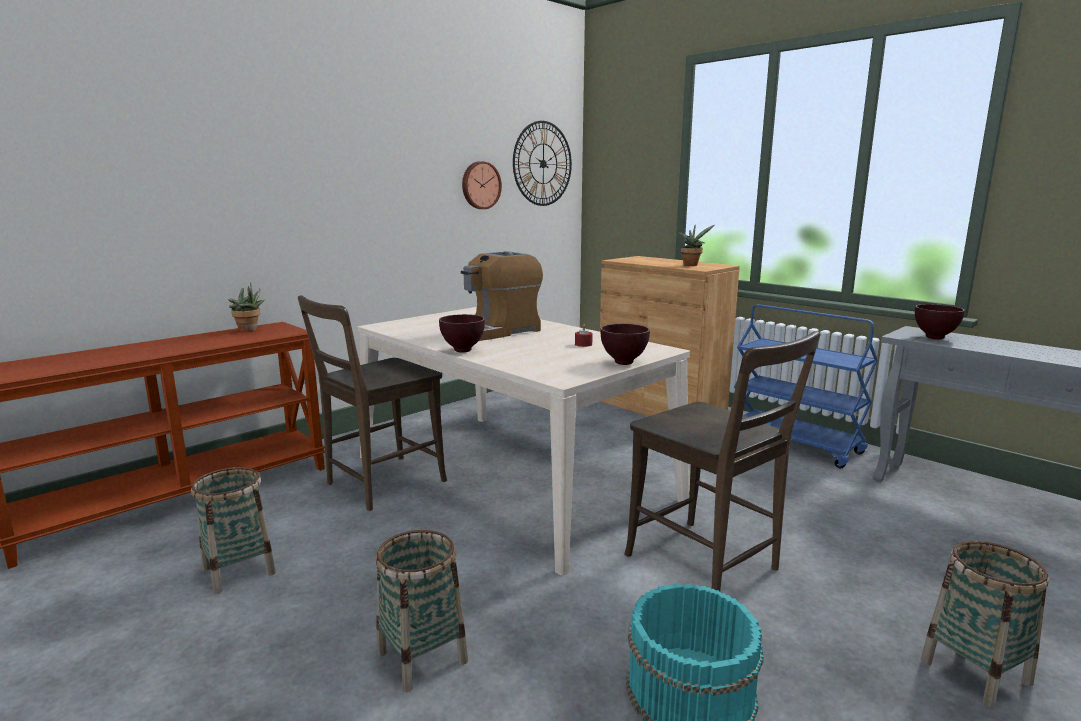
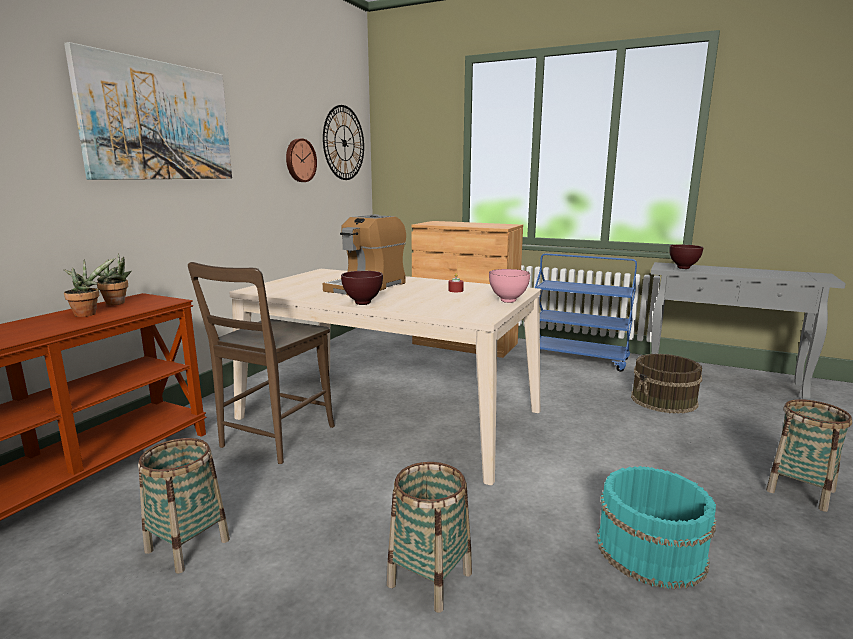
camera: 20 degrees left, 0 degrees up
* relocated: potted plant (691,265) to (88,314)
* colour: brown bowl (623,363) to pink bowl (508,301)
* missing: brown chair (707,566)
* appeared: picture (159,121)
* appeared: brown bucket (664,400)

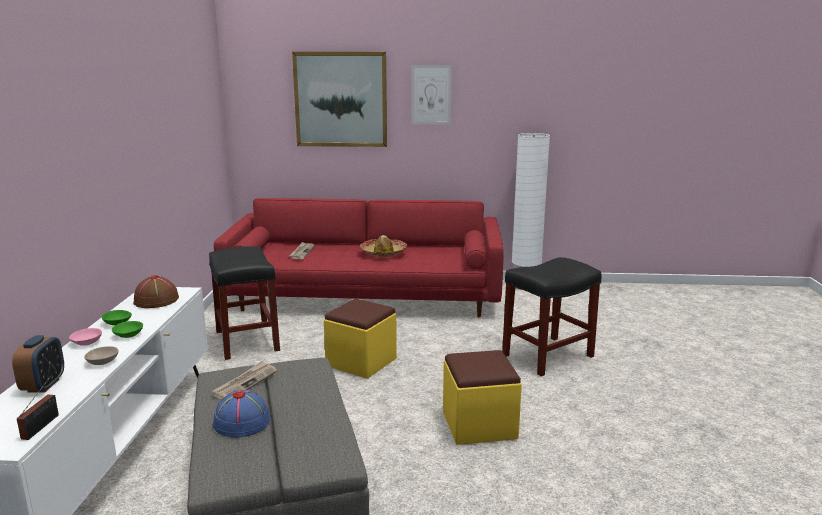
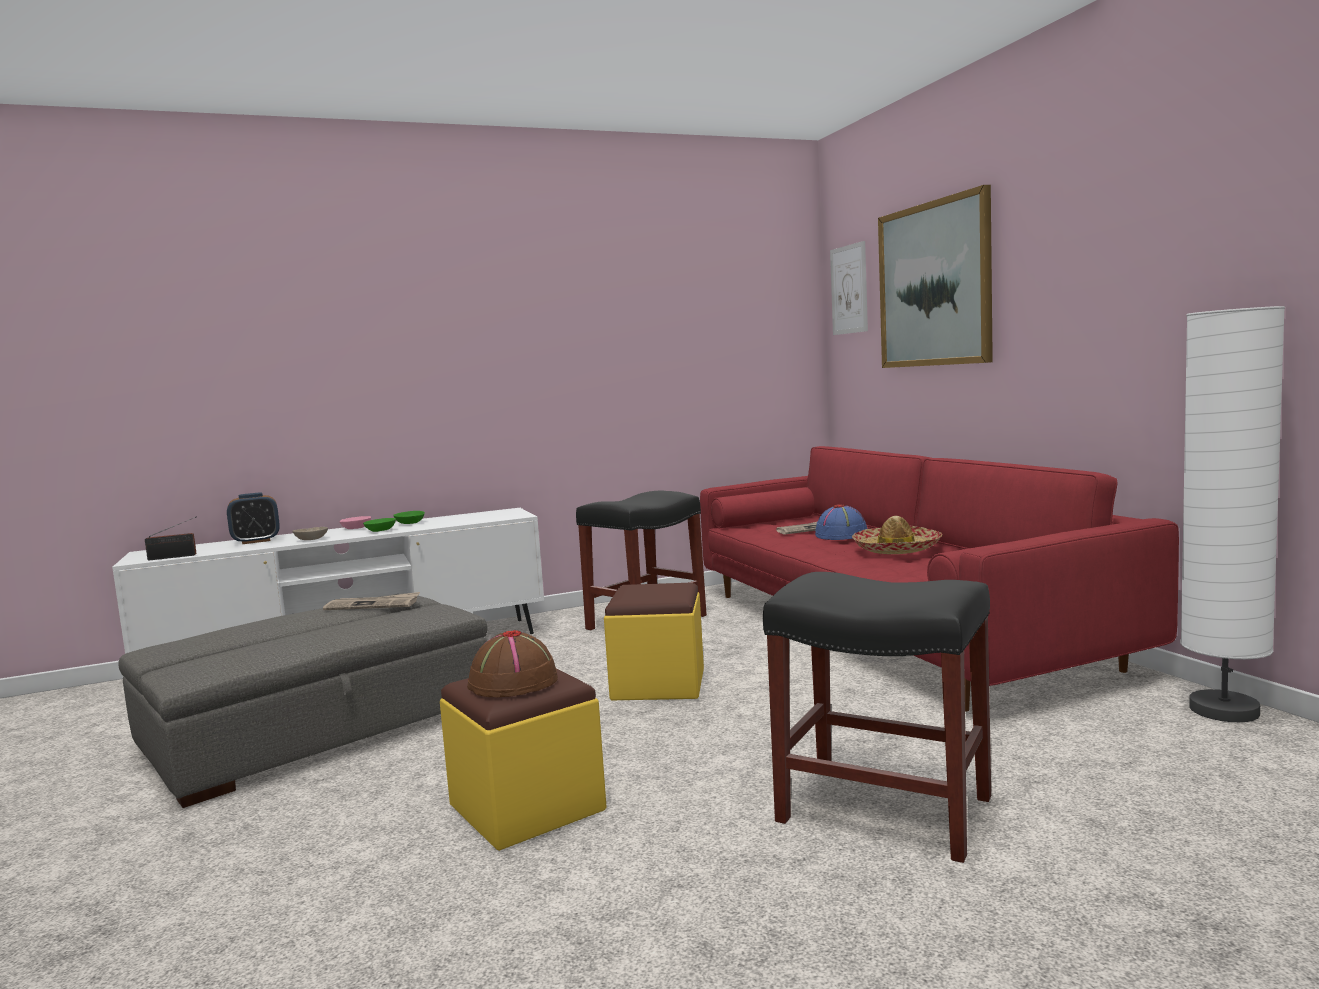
camera: 65 degrees right, 10 degrees down
* relocated: picture (431,95) to (849,289)
* relocated: brown hat (156,301) to (512,683)
* relocated: blue hat (242,421) to (842,535)

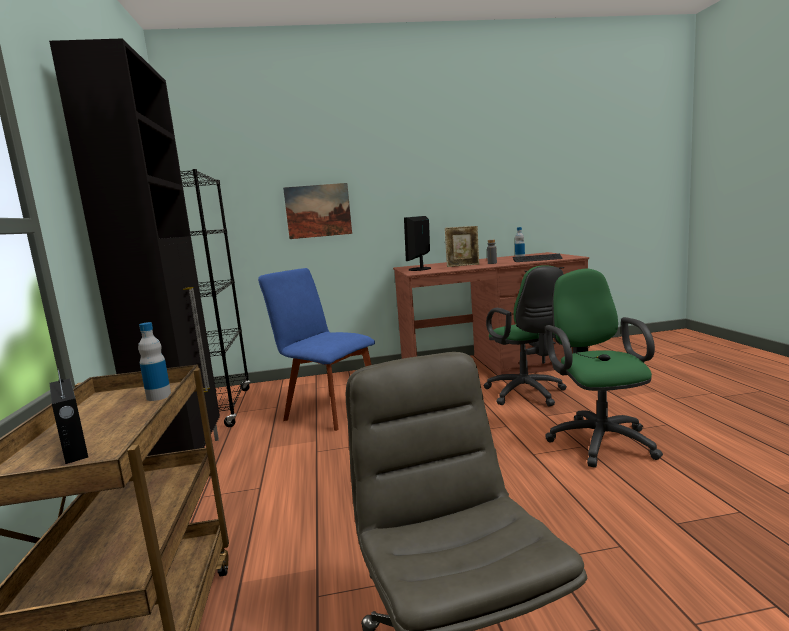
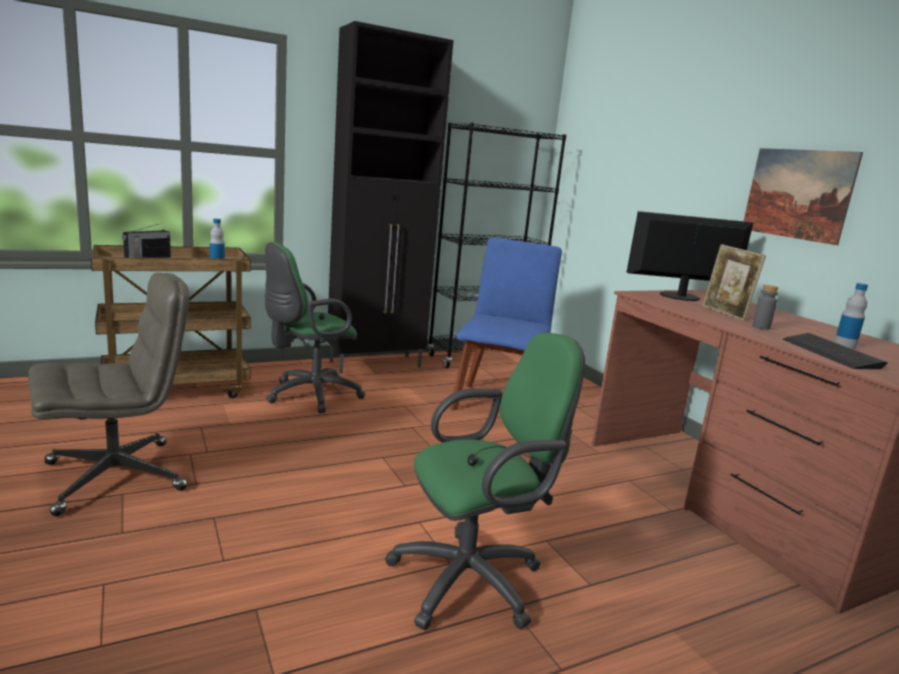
camera: 70 degrees right, 5 degrees up
* relocated: picture (318,211) to (797,194)
* relocated: green office chair (527,394) to (309,395)

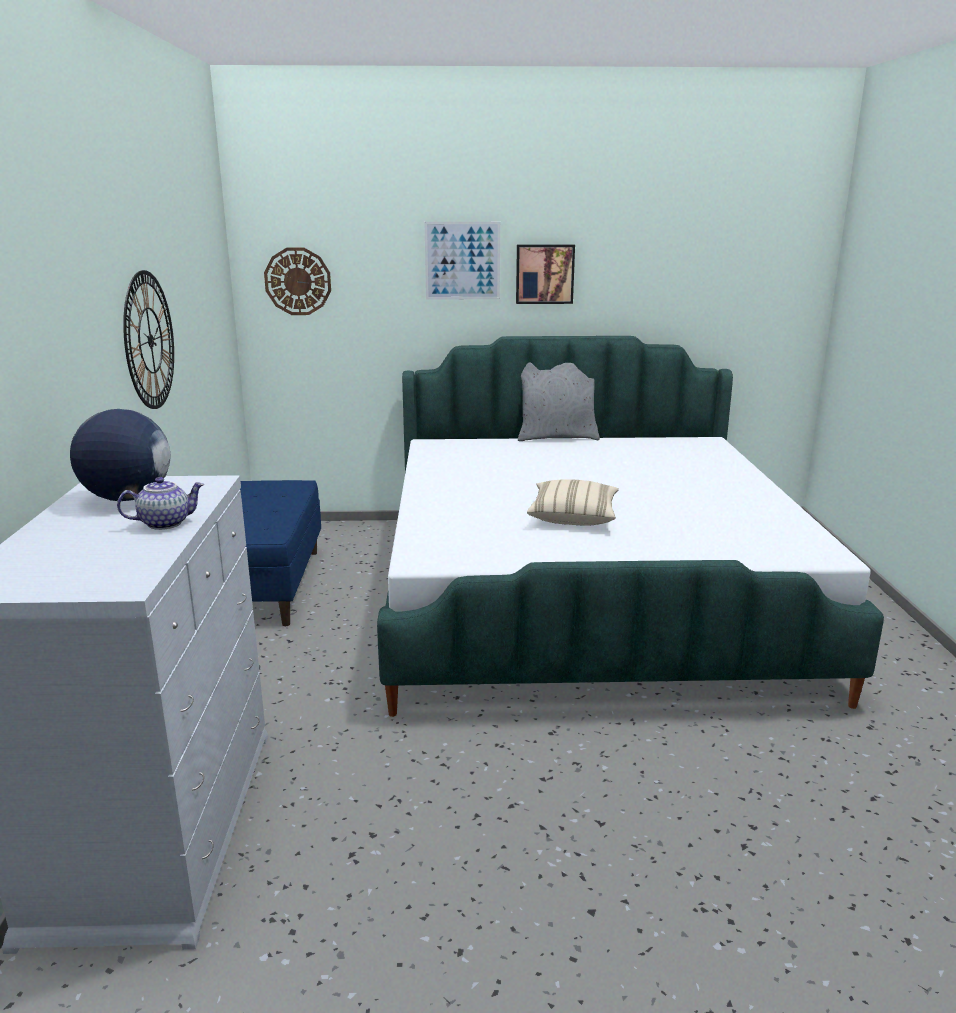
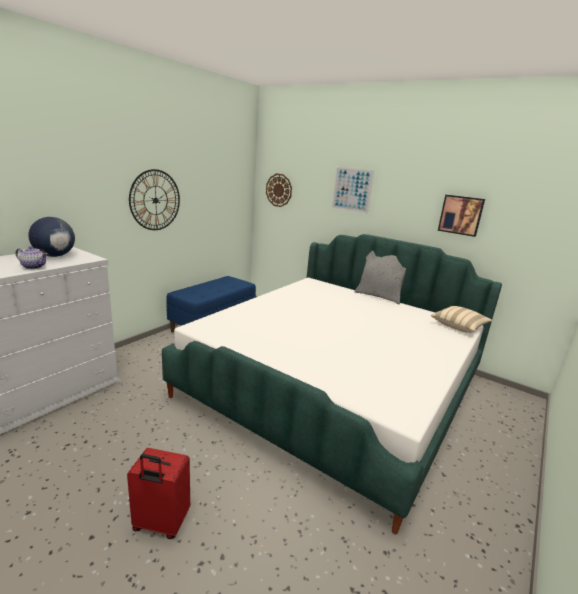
camera: 35 degrees right, 0 degrees up
* relocated: picture (544,274) to (461,215)
* relocated: beige pillow (573,517) to (459,326)
* appeared: red suitcase (160,524)

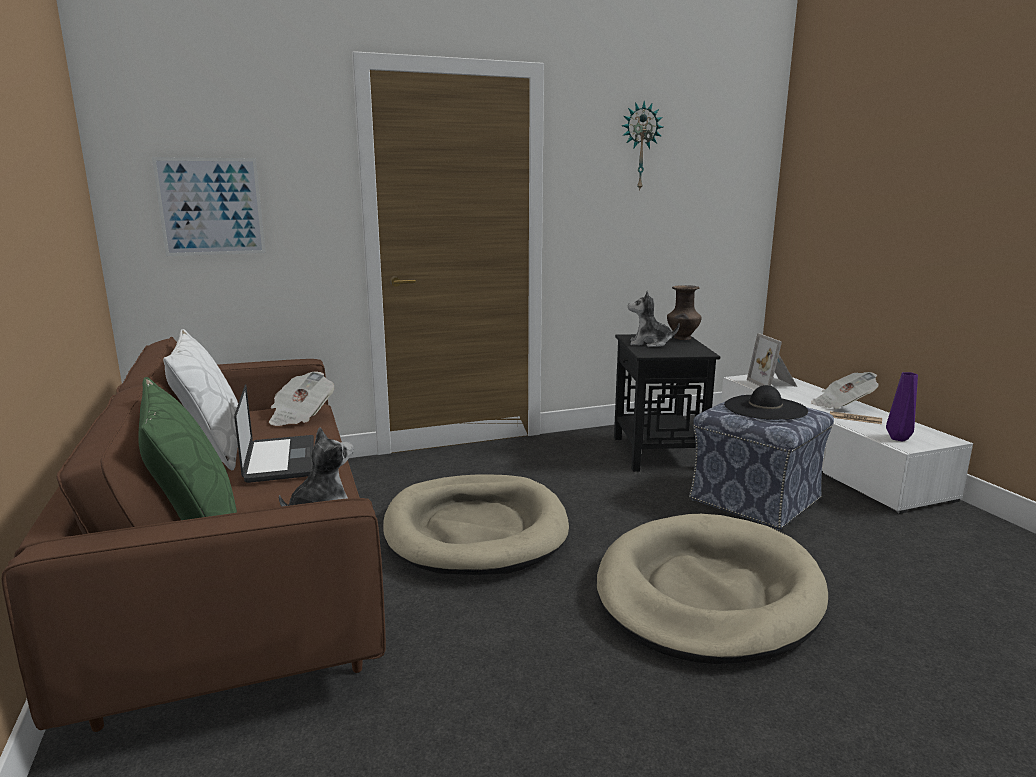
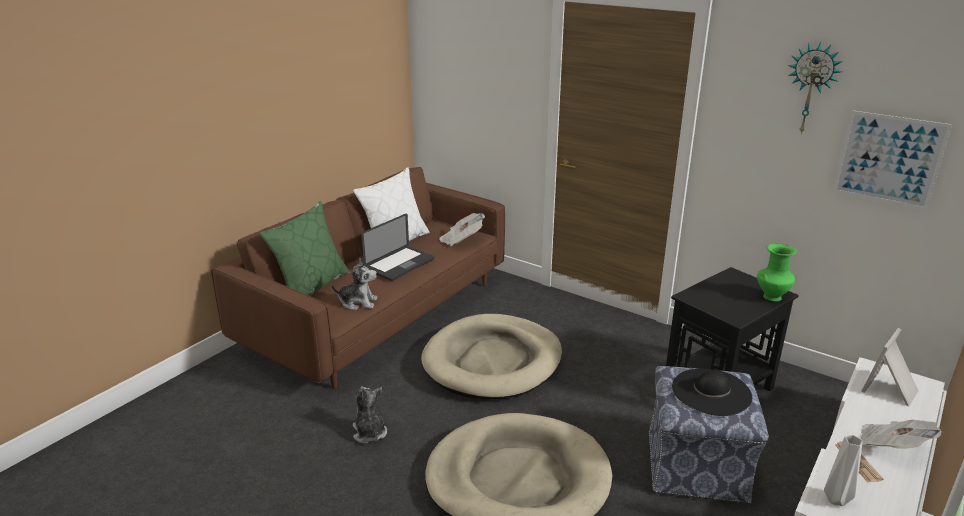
camera: 55 degrees right, 10 degrees up
* relocated: picture (211,207) to (889,159)
* colour: brown vase (682,338) to green vase (771,297)
* relocated: plush toy (649,343) to (369,433)
* colour: purple vase (897,438) to grey vase (835,498)

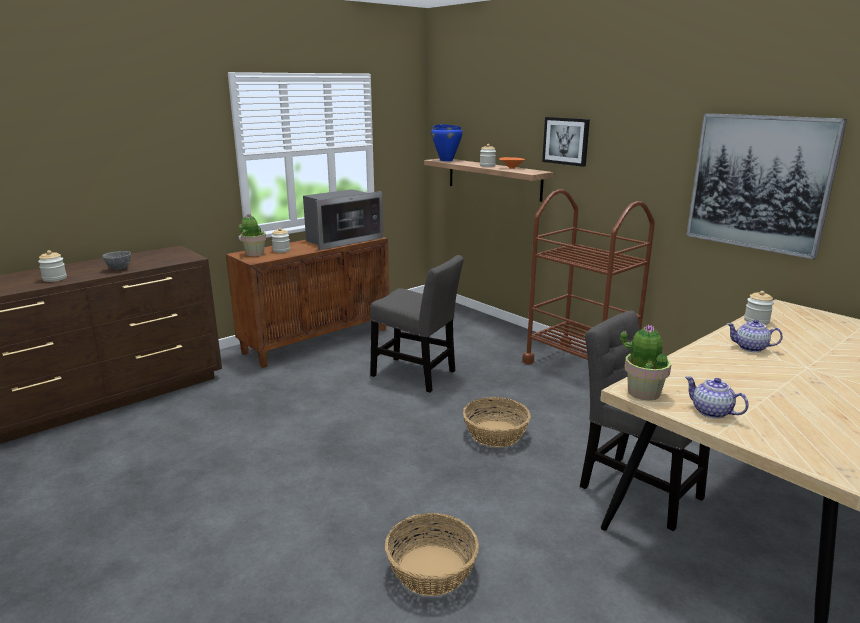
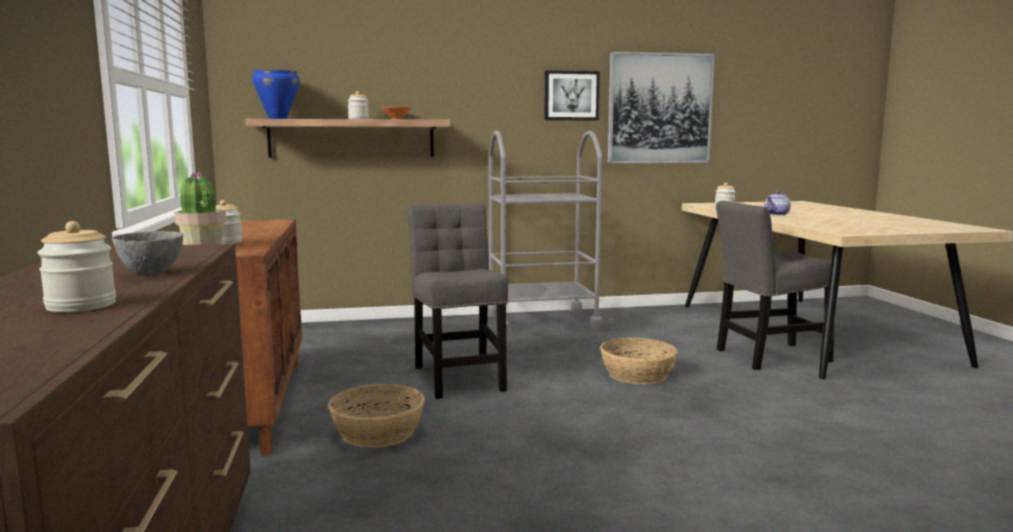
camera: 60 degrees left, 10 degrees down
* relocated: picture (566,141) to (571,95)
* missing: microwave (341,240)
* colour: brown cart (580,367) to grey cart (541,321)
* spun: grey chair (417,375) = (458,376) 75 degrees counterclockwise
* missing: potted plant (643,392)
* missing: teapot (712,412)
* relocated: basket (432,570) to (378,432)

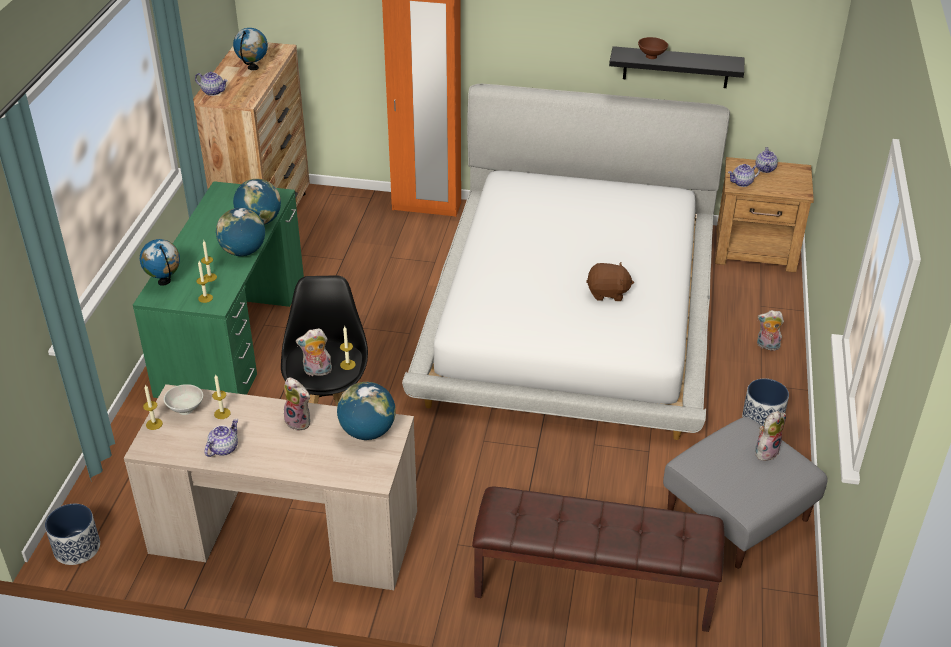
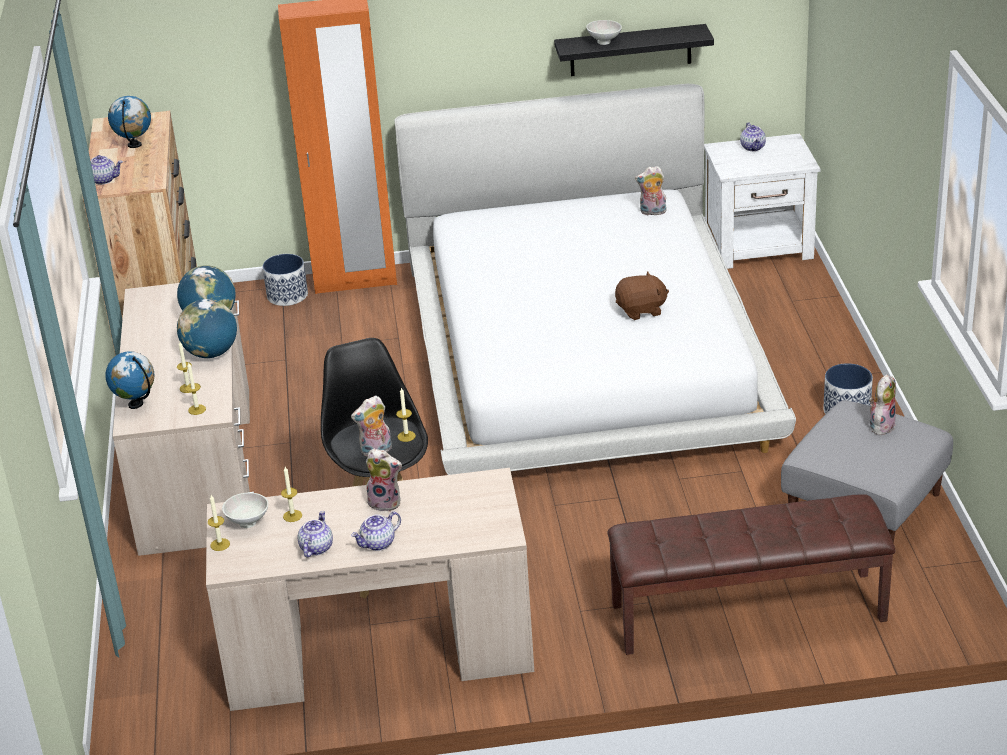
camera: 15 degrees left, 5 degrees down
* colour: brown bowl (651,56) to white bowl (604,41)
* colour: brown nightstand (756,251) to white nightstand (760,246)
* relocated: teapot (742,183) to (378,543)
* colour: green desk (234,333) to beige desk (198,467)
* relocated: plush toy (767,346) to (652,212)
* missing: globe (367,432)
* relocated: planter (77,548) to (287,296)

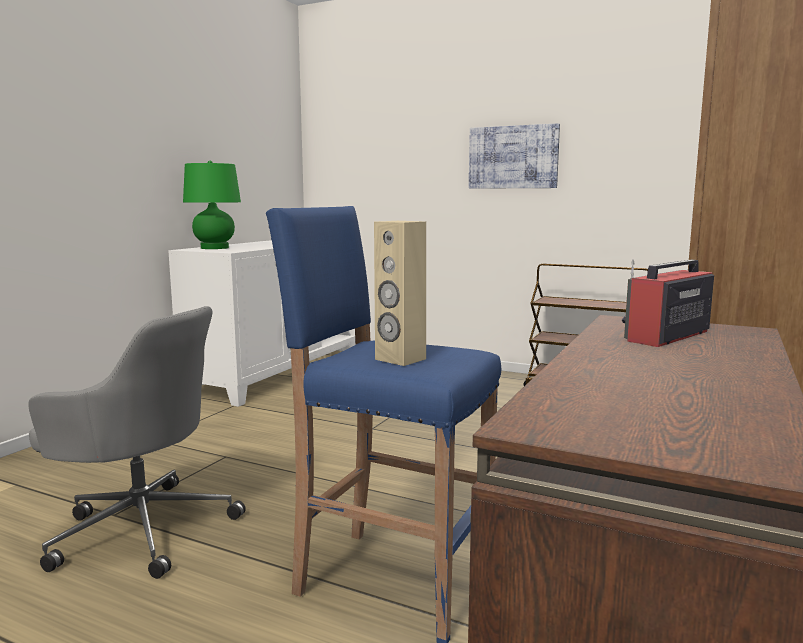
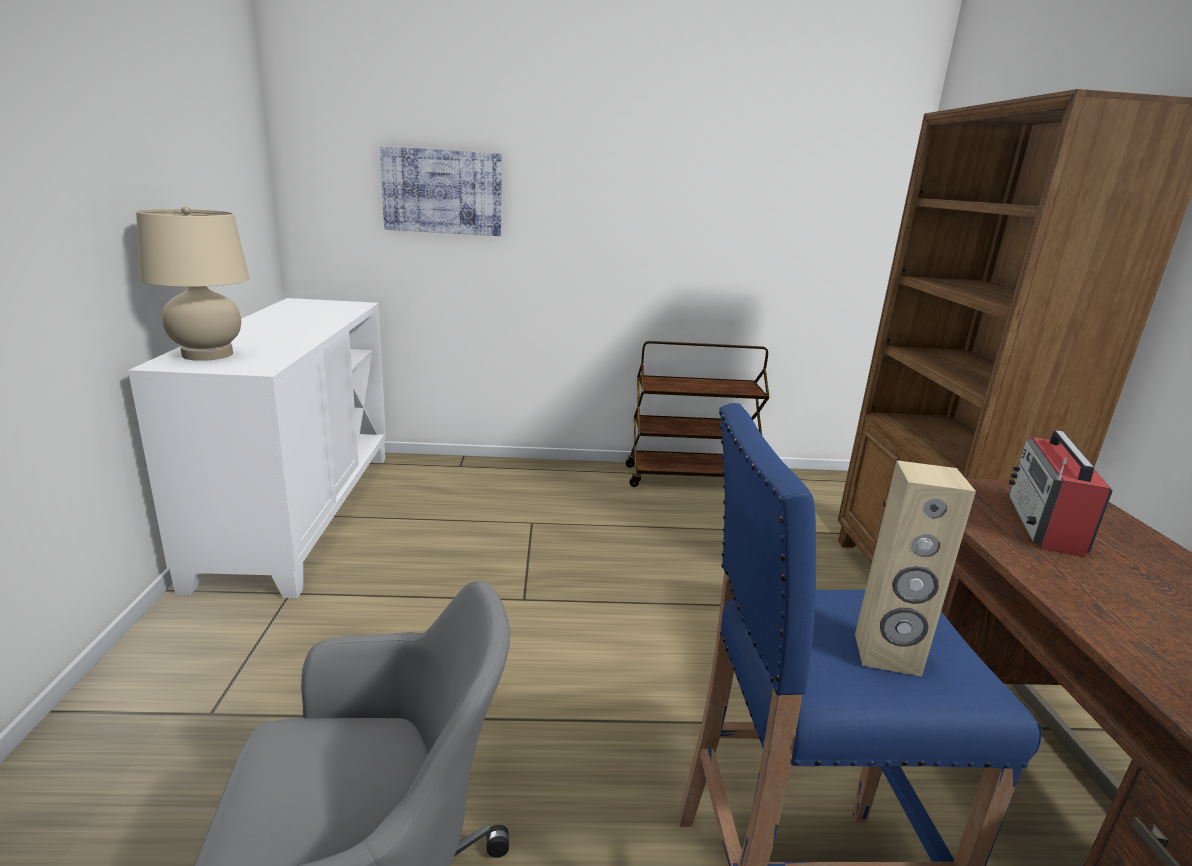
camera: 30 degrees left, 10 degrees up
* relocated: picture (513,157) to (442,192)
* colour: green table lamp (214,248) to beige table lamp (207,354)

